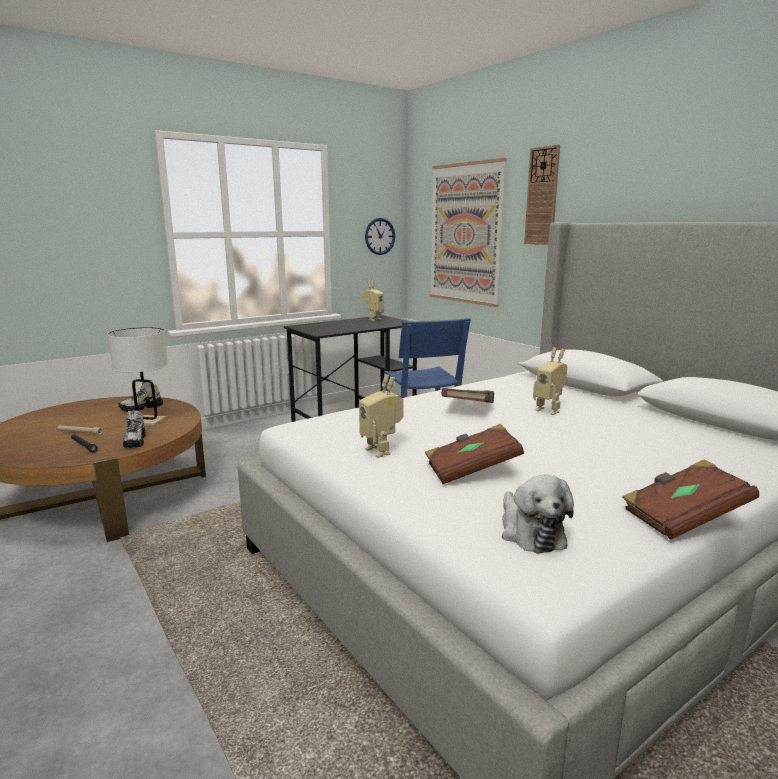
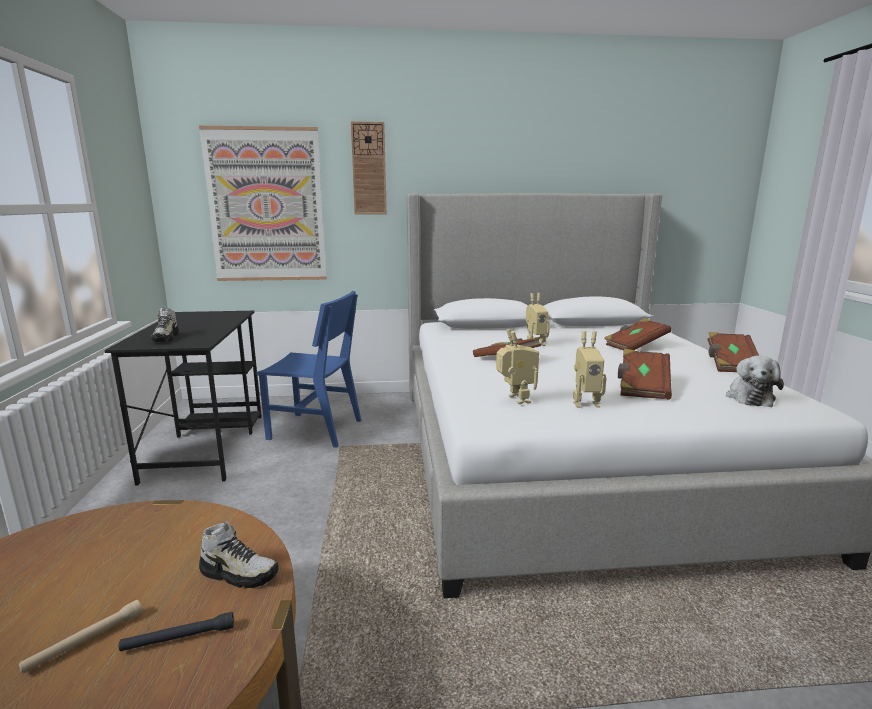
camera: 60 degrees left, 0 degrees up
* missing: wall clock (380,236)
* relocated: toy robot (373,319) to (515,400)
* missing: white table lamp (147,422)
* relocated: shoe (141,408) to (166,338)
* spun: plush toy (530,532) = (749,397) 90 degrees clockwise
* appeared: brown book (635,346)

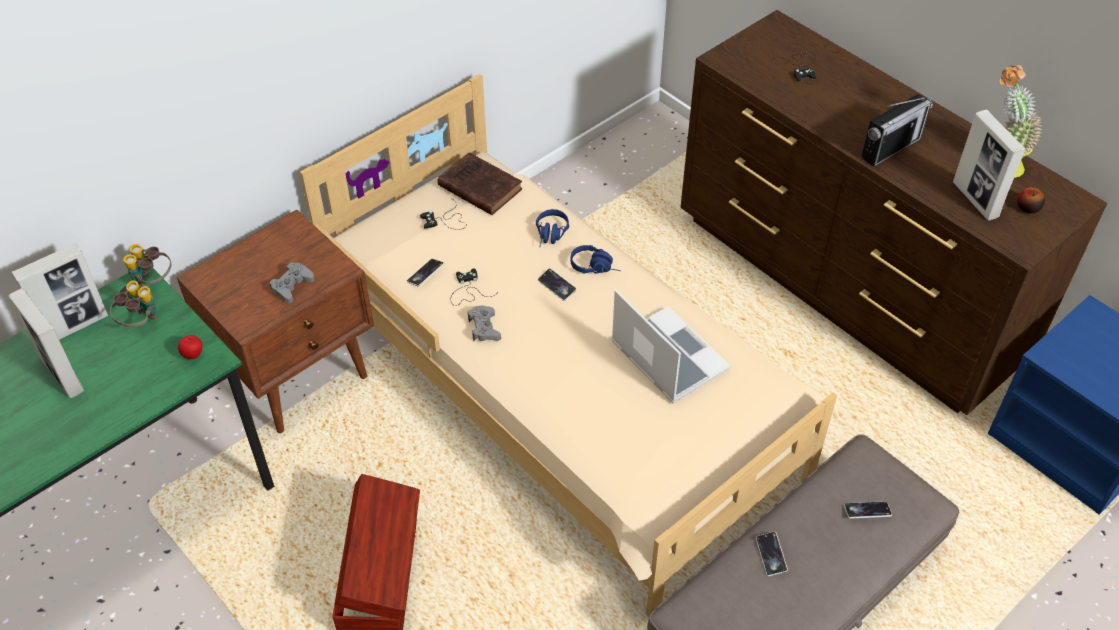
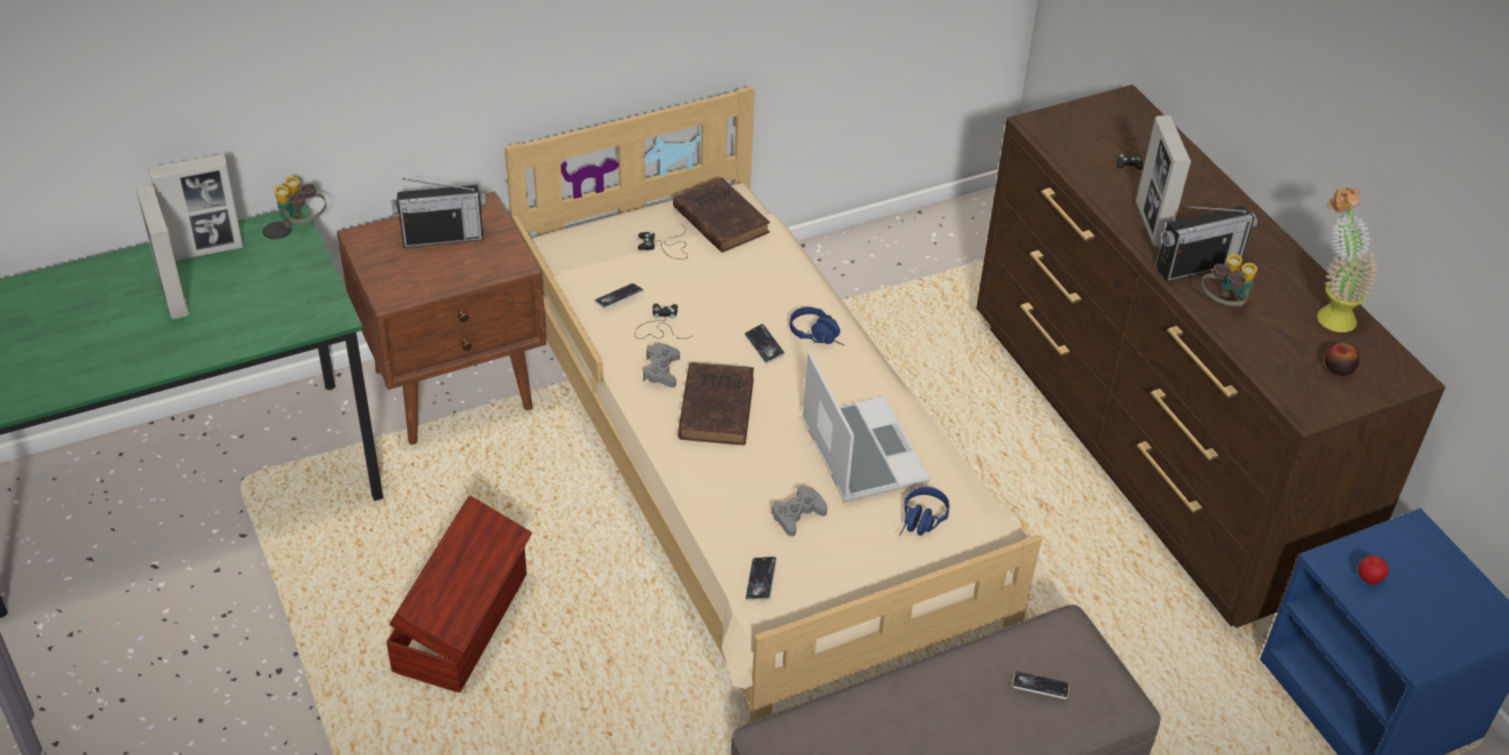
camera: 15 degrees right, 5 degrees down
* relocated: picture frame (975,200) to (1152,224)
* relocated: blue headphones (551,236) to (920,523)
* relocated: grey game controller (292,286) to (797,515)
* relocated: binoculars (140,322) to (1223,305)
* relocated: apple (193,355) to (1368,579)
* relocated: phone (771,555) to (761,581)
* appeared: radio (443,237)
* appeared: brown book (716,406)

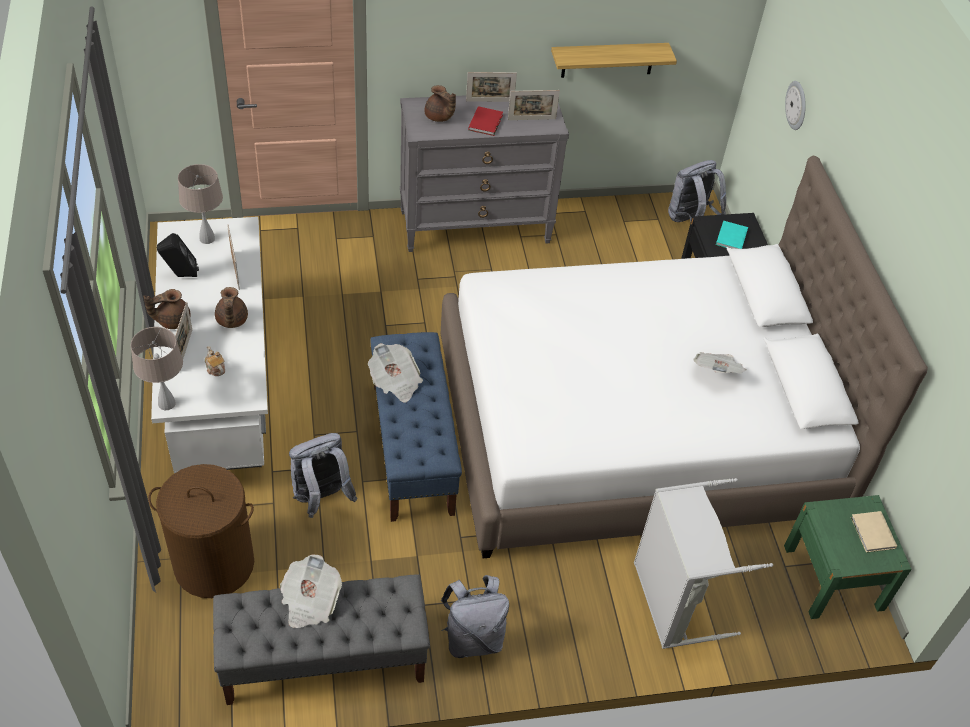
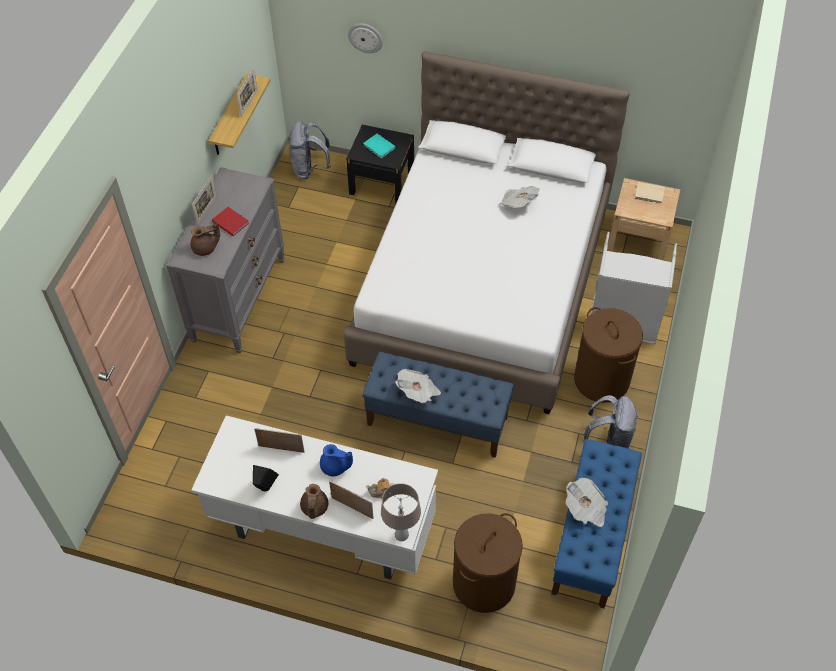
camera: 60 degrees left, 5 degrees up
* relocated: picture frame (531,119) to (249,103)
* missing: beige table lamp (207,239)
* colour: brown teapot (231,321) to blue teapot (335,467)
* missing: grey backpack (321,498)
* colour: green nightstand (833,577) to beige nightstand (639,237)
* colour: grey bench (323,660) to blue bench (591,537)
* appeared: brown laundry basket (601,379)

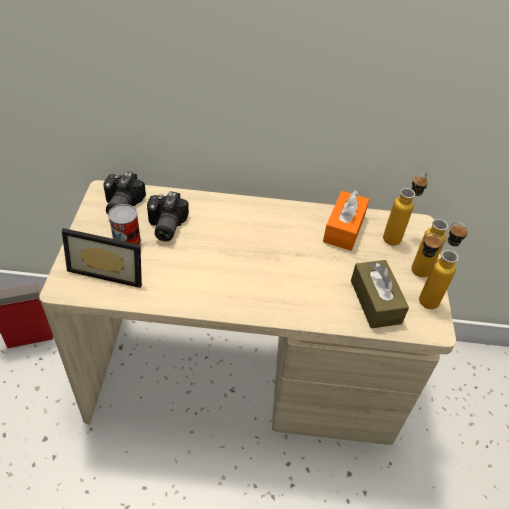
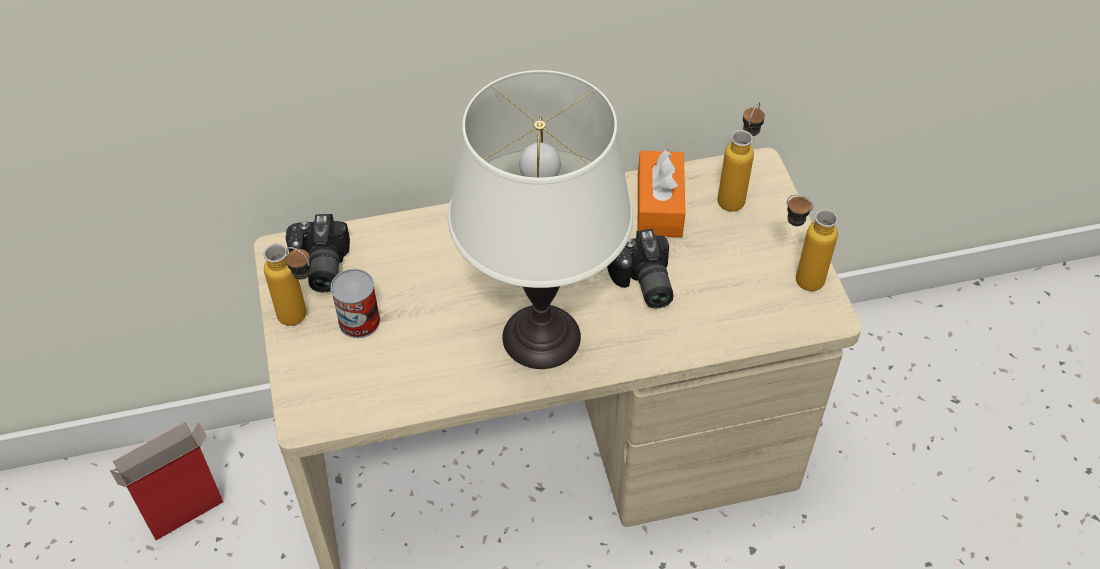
camera: 15 degrees left, 5 degrees up
* relocated: photo camera (164,226) to (642,284)
* relocated: bottle (427,275) to (302,320)
* missing: picture frame (109,269)
* missing: brown tissue box (375,301)
* appeared: white table lamp (541,337)

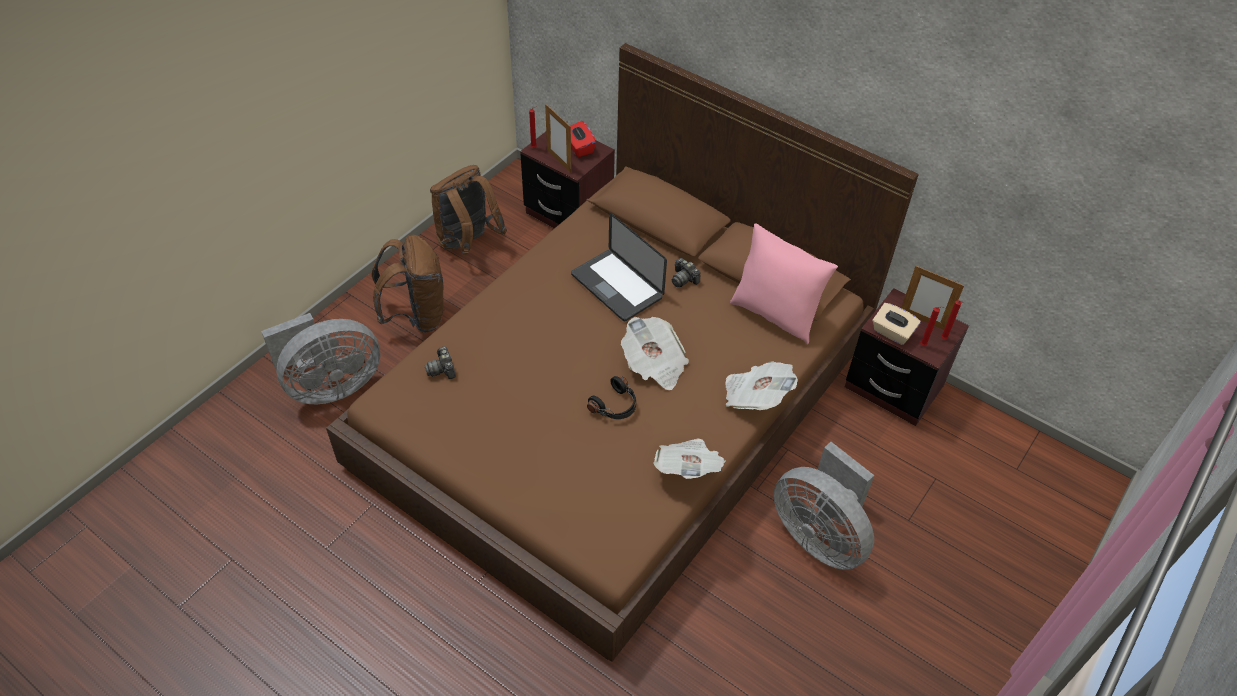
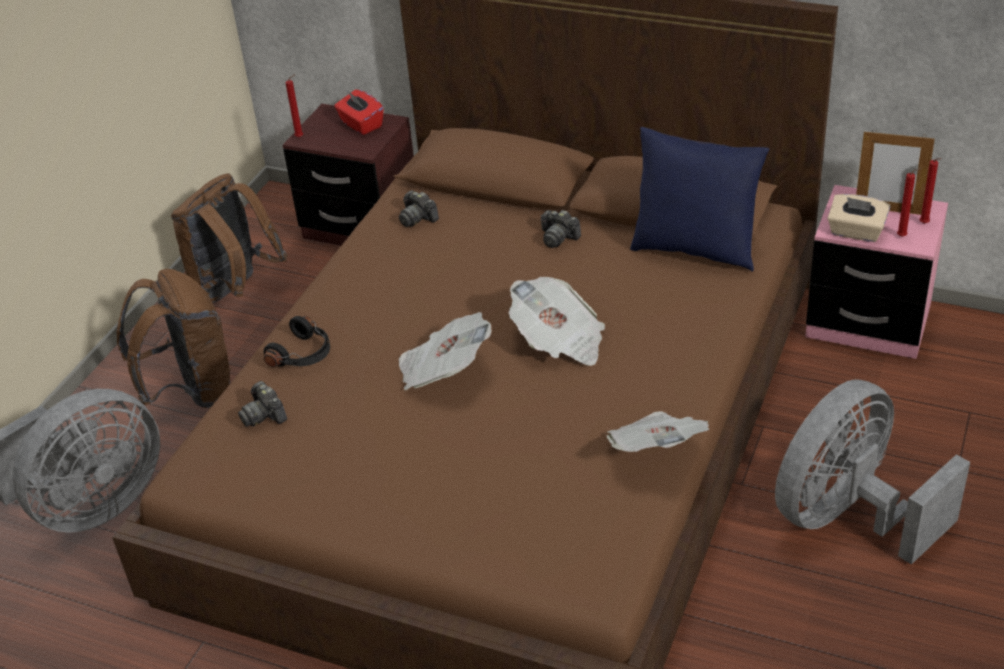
camera: 10 degrees left, 10 degrees down
* missing: picture frame (559,161)
* missing: laptop (616,286)
* colour: pink pillow (775,314) to blue pillow (695,249)
* colour: brown nightstand (893,387) to pink nightstand (868,322)
* relocated: newspaper (755,396) to (444,371)
* relocated: black headphones (615,406) to (303,355)
* spun: grey fan (819,535) = (849,517) 105 degrees clockwise
* appeared: photo camera (417,218)

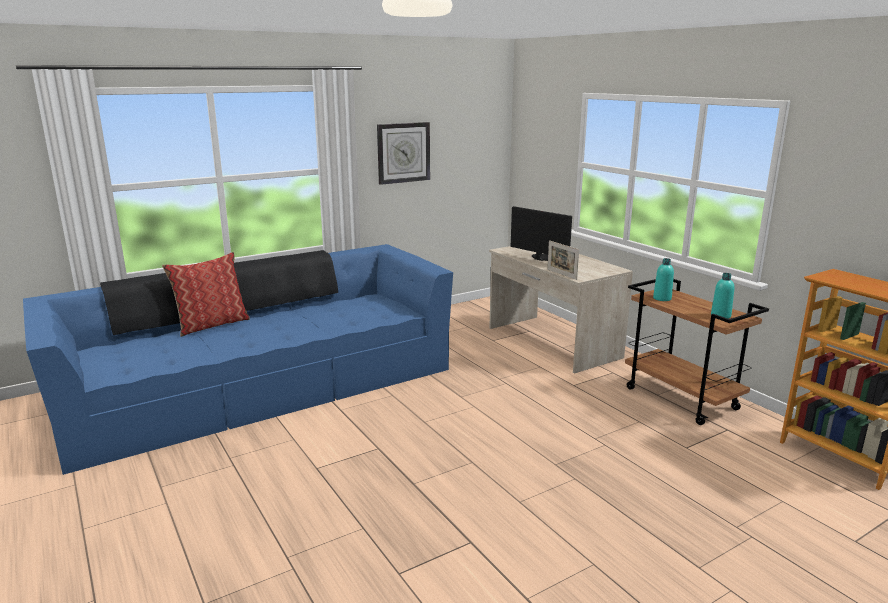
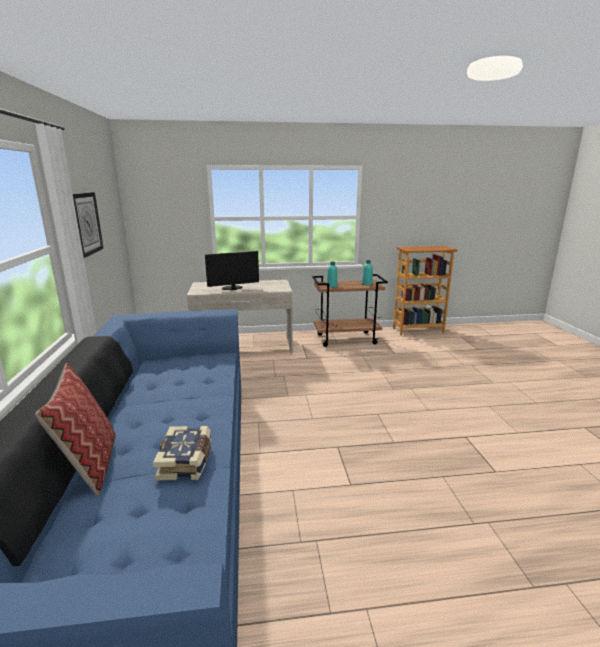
camera: 65 degrees left, 0 degrees up
* missing: picture frame (561,274)
* appeared: book (186,461)

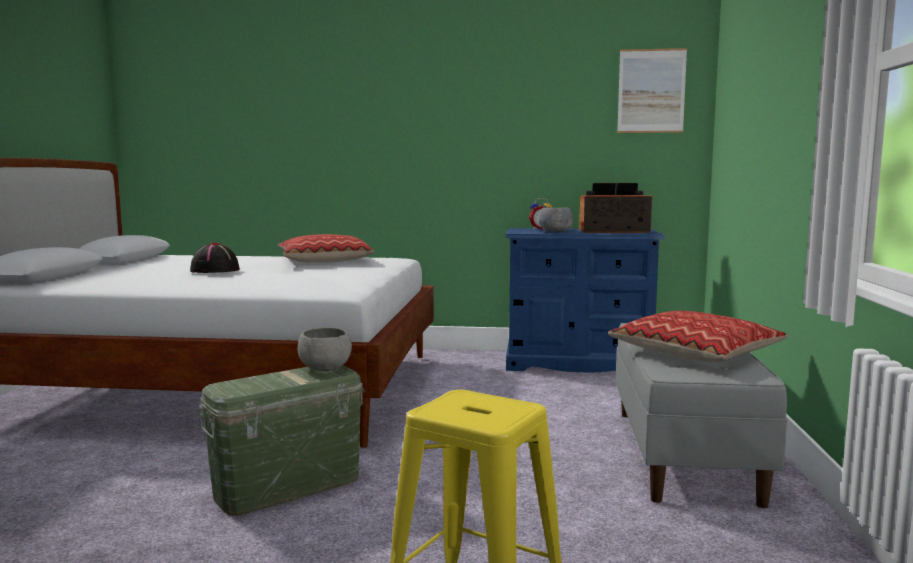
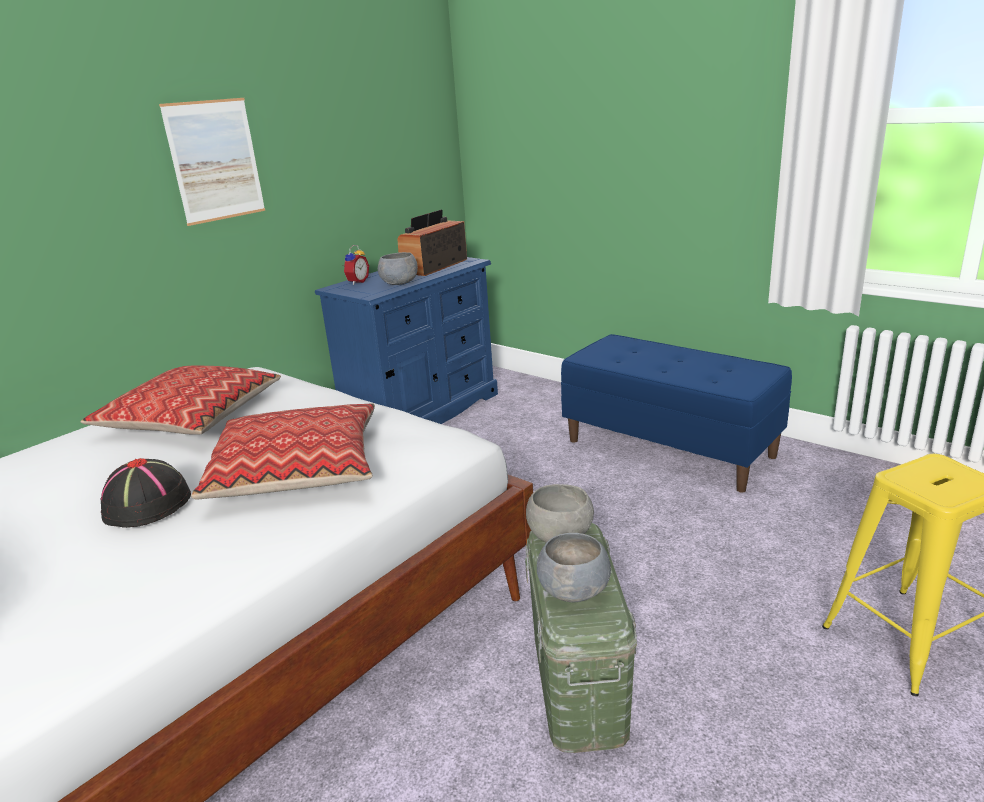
camera: 55 degrees left, 15 degrees up
* relocated: picture (651,91) to (215,161)
* relocated: pillow (696,353) to (297,468)
* colour: grey bench (685,454) to blue bench (670,448)
* appeared: grey bowl (575,590)

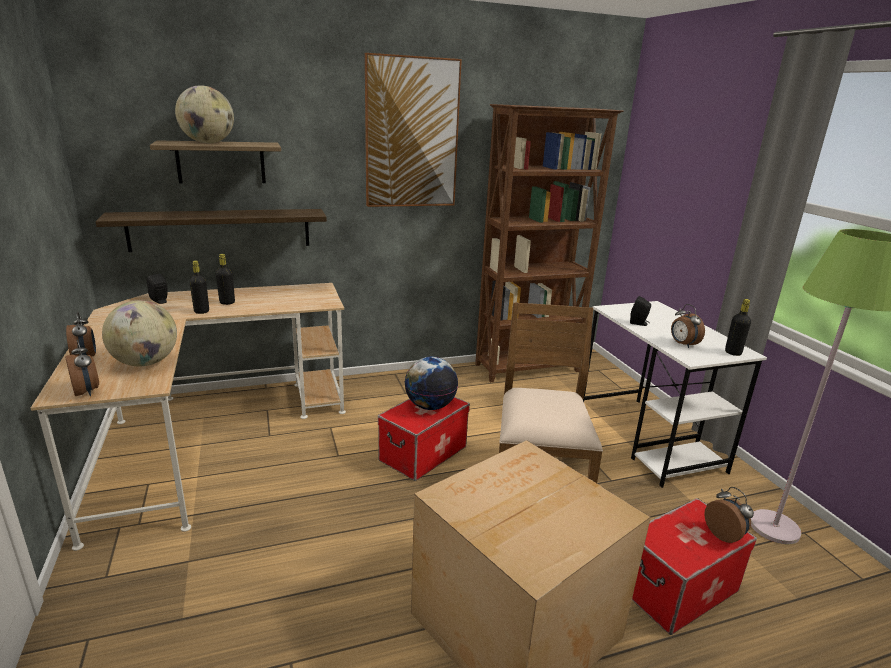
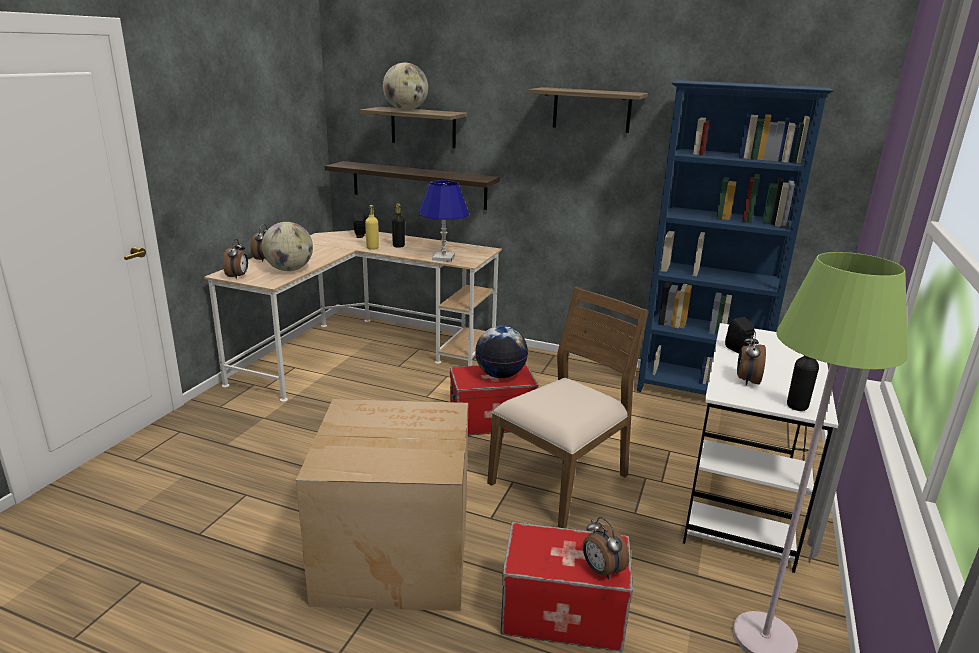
camera: 40 degrees right, 0 degrees up
* exchanged: picture (411,134) to shelf (591,110)
* colour: brown bookcase (528,368) to blue bookcase (699,393)
* colour: black bottle (201,311) to yellow bottle (372,248)
* spun: alarm clock (724,535) = (601,570) 135 degrees clockwise
* appeared: blue table lamp (443,258)

